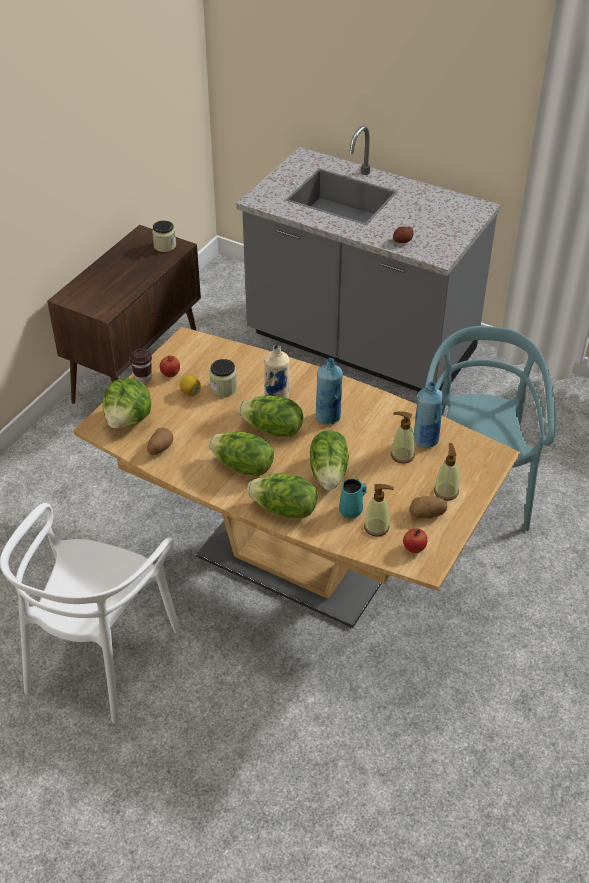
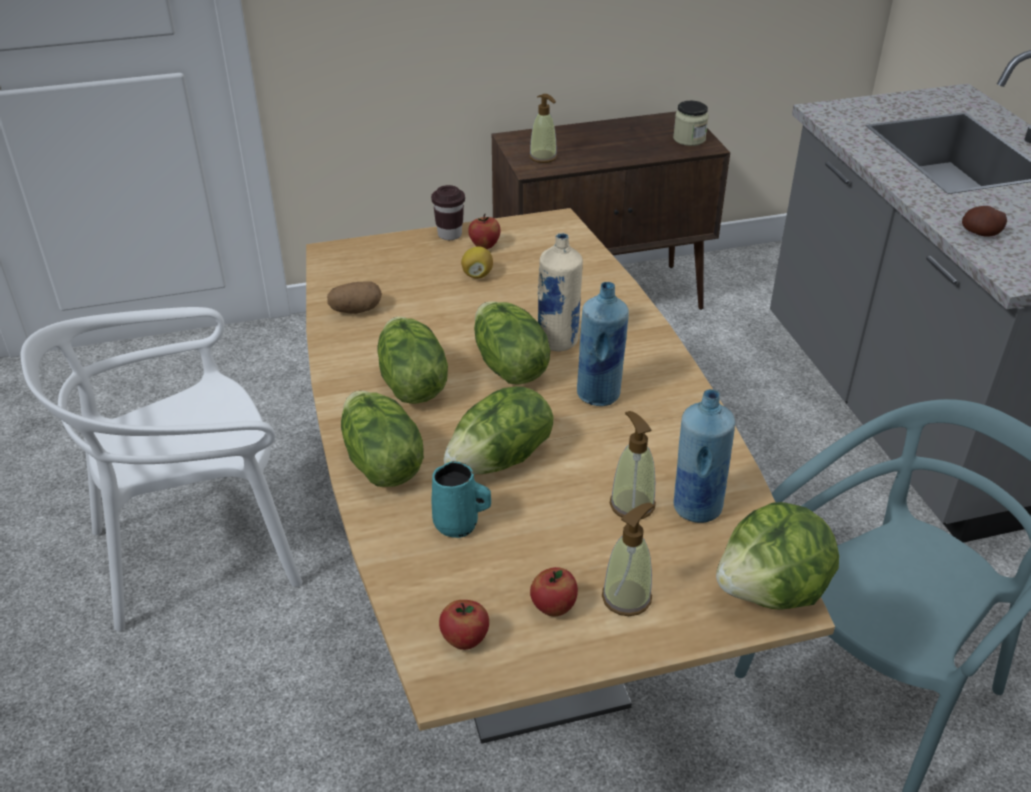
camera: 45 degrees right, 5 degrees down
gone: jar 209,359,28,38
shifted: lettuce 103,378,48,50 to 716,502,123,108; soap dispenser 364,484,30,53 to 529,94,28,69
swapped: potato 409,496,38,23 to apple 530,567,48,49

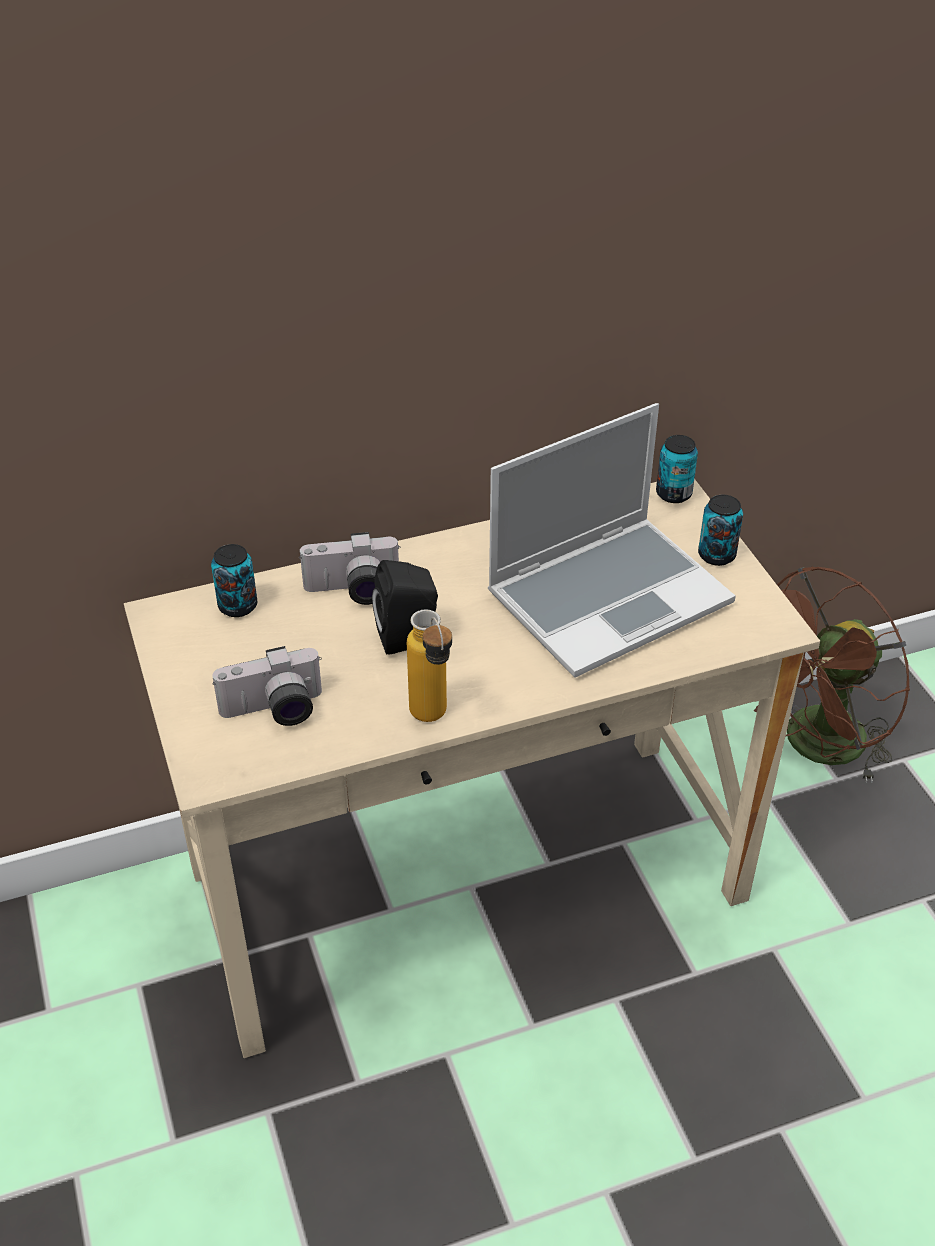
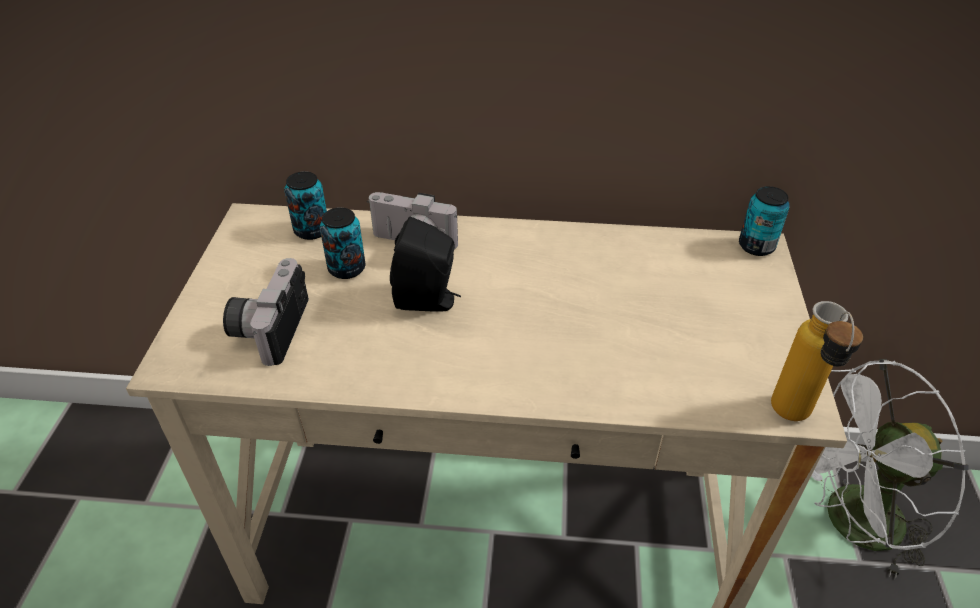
camera: 25 degrees right, 0 degrees up
gone: laptop 488,403,248,275
shifted: can 698,495,45,71 to 320,208,46,71; bottle 407,609,45,113 to 771,301,92,120
repainted: fan in brown 754,566,156,217 to fan in white 811,359,158,220
rotated: photo camera 212,646,110,80 = 223,258,86,108 90 degrees clockwise

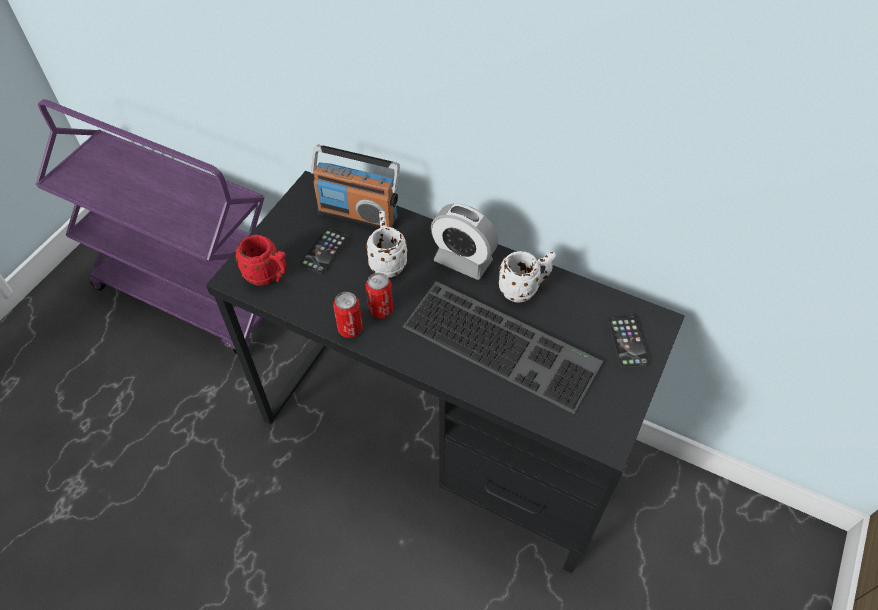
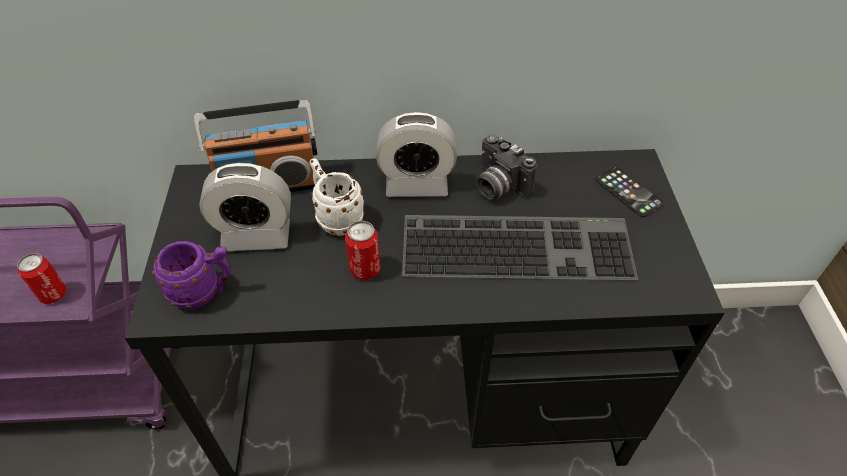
camera: 30 degrees left, 5 degrees down
shifted: can 333,292,30,46 to 17,253,50,51
swapped: phone 300,227,50,47 to alarm clock 199,163,92,88; mug in white 498,251,58,51 to photo camera 477,134,60,65
repainted: mug in red 235,235,52,51 to mug in purple 152,241,78,68

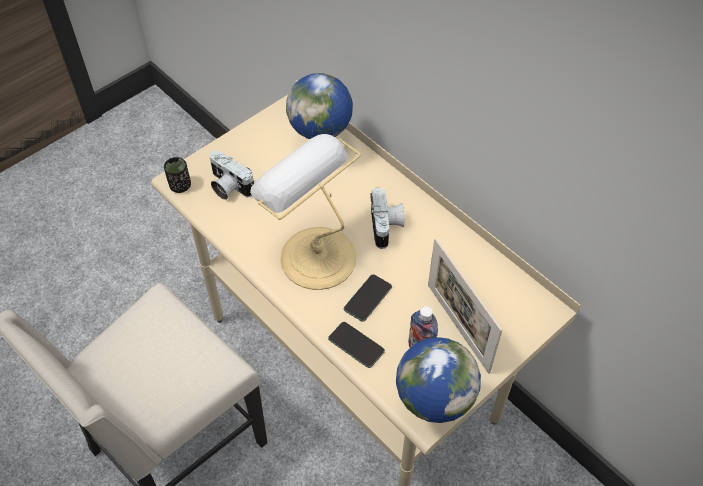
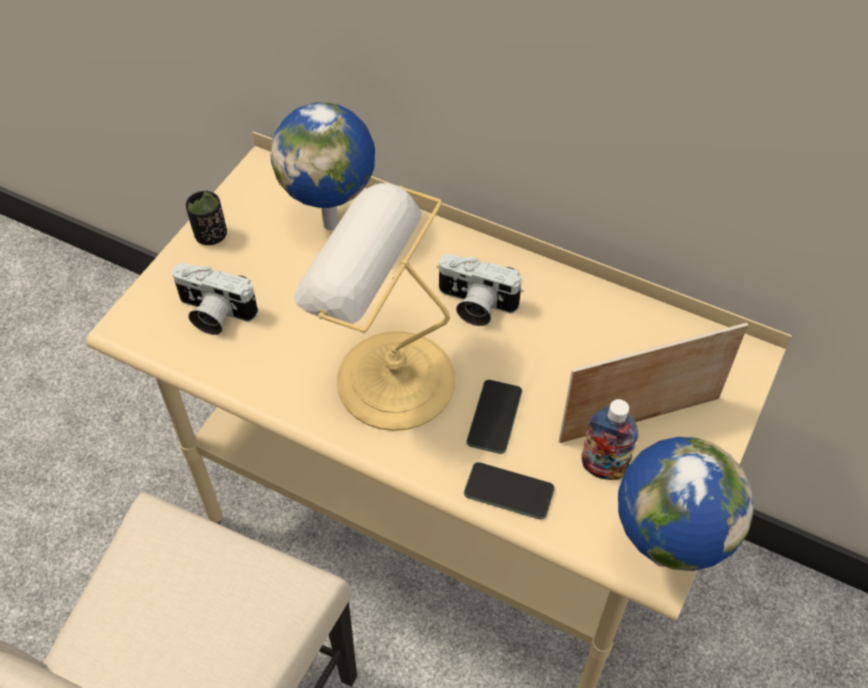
camera: 20 degrees left, 0 degrees up
shifted: cup in black 164,157,27,36 to 186,191,41,54
rotated: photo camera 370,187,34,62 = 437,254,87,72 135 degrees clockwise; picture frame 428,238,74,136 = 559,323,189,120 120 degrees clockwise

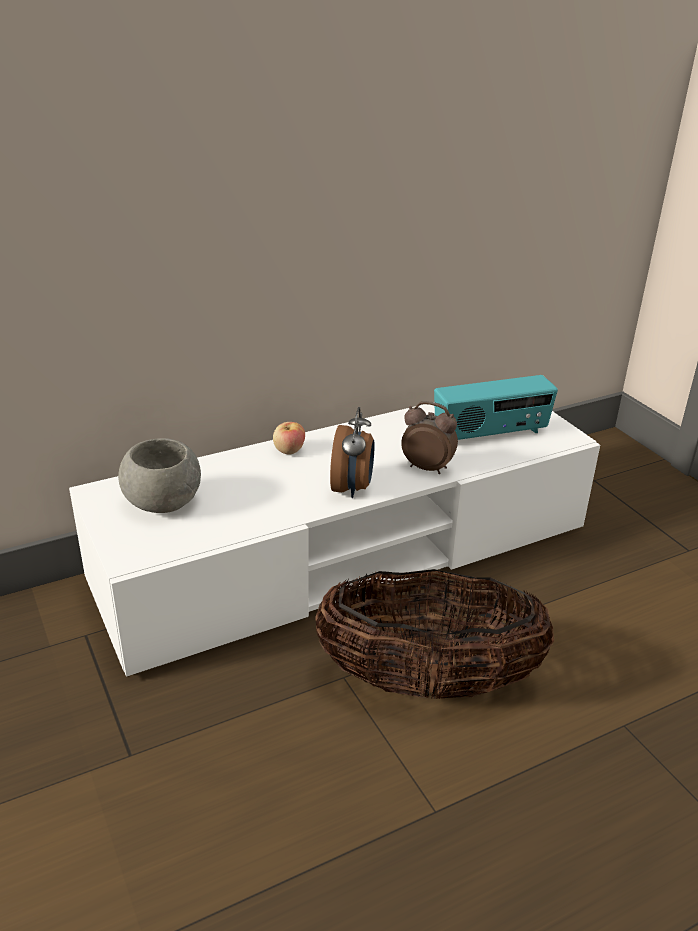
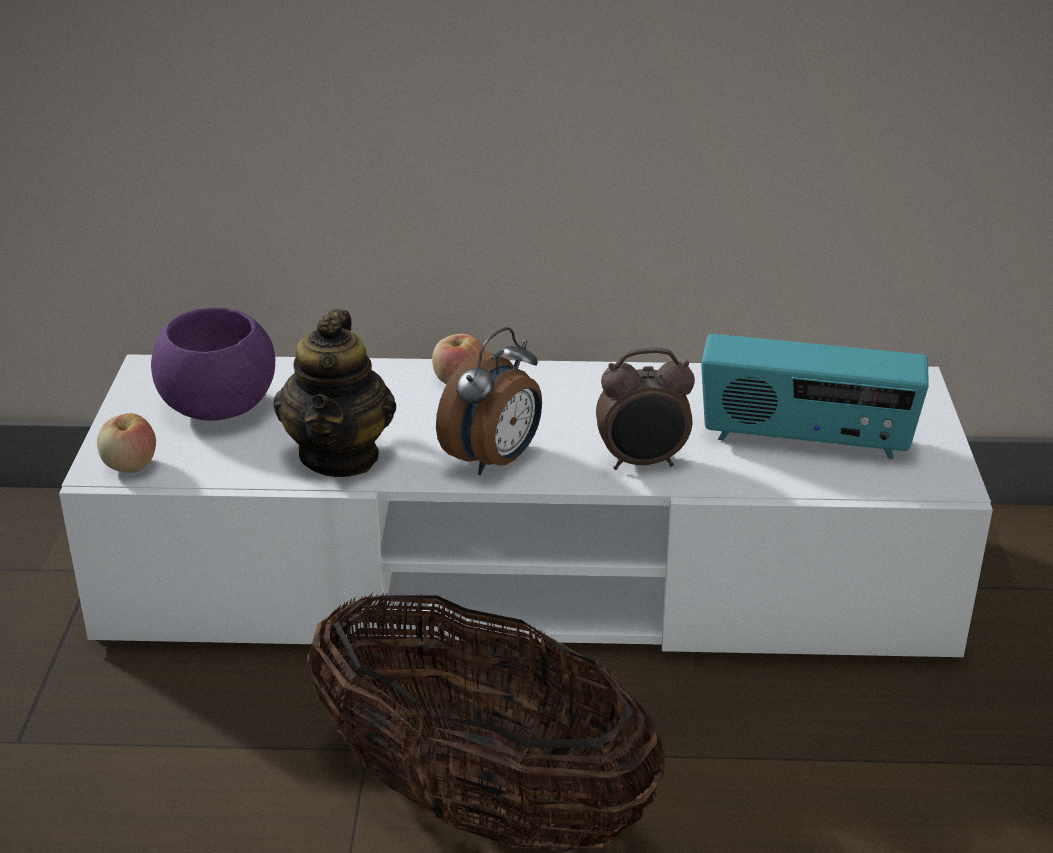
camera: 30 degrees right, 0 degrees up
new: teapot 274,309,122,168; apple 97,413,59,60
repainted: bowl in grey 118,438,83,75 to bowl in purple 151,308,124,113
rotated: alarm clock 401,401,57,73 = 596,348,99,122 120 degrees clockwise

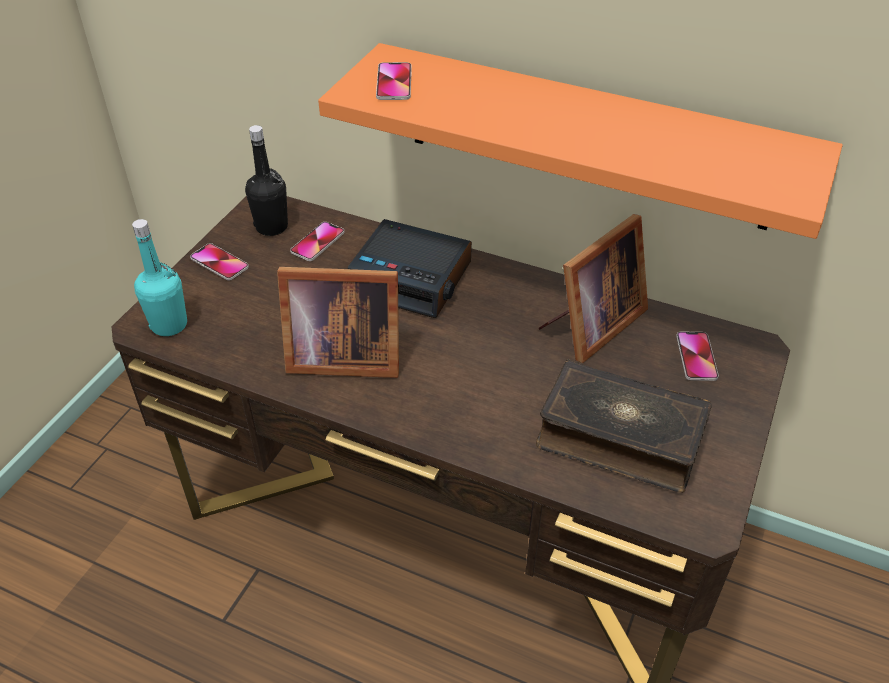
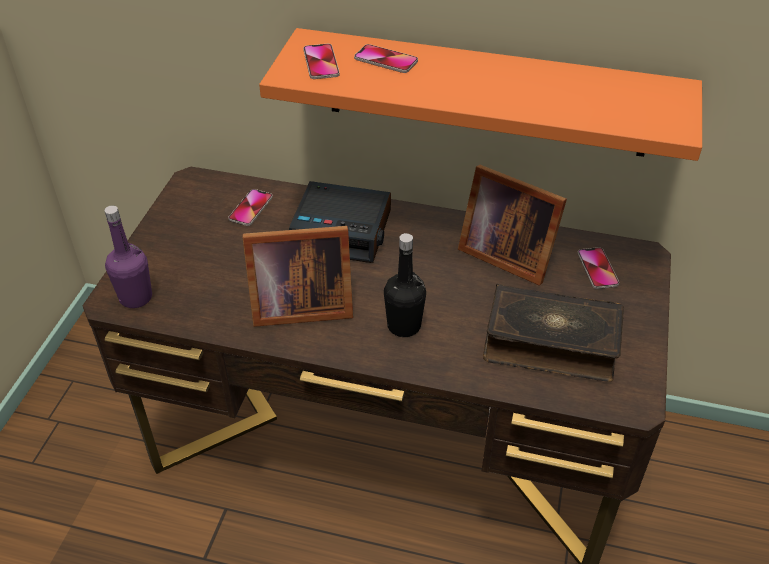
camera: 10 degrees left, 0 degrees up
shifted: bottle in black 245,125,43,111 to 384,233,42,104; phone 190,243,59,38 to 354,44,64,29
repainted: bottle in turquoise 132,219,55,117 to bottle in purple 104,205,48,103
rotated: picture frame 538,214,110,149 = 458,164,109,122 90 degrees clockwise

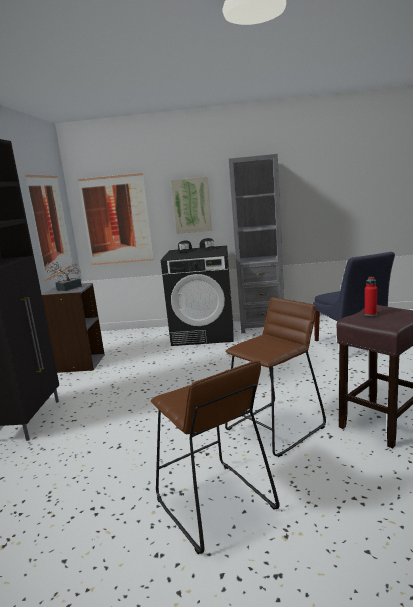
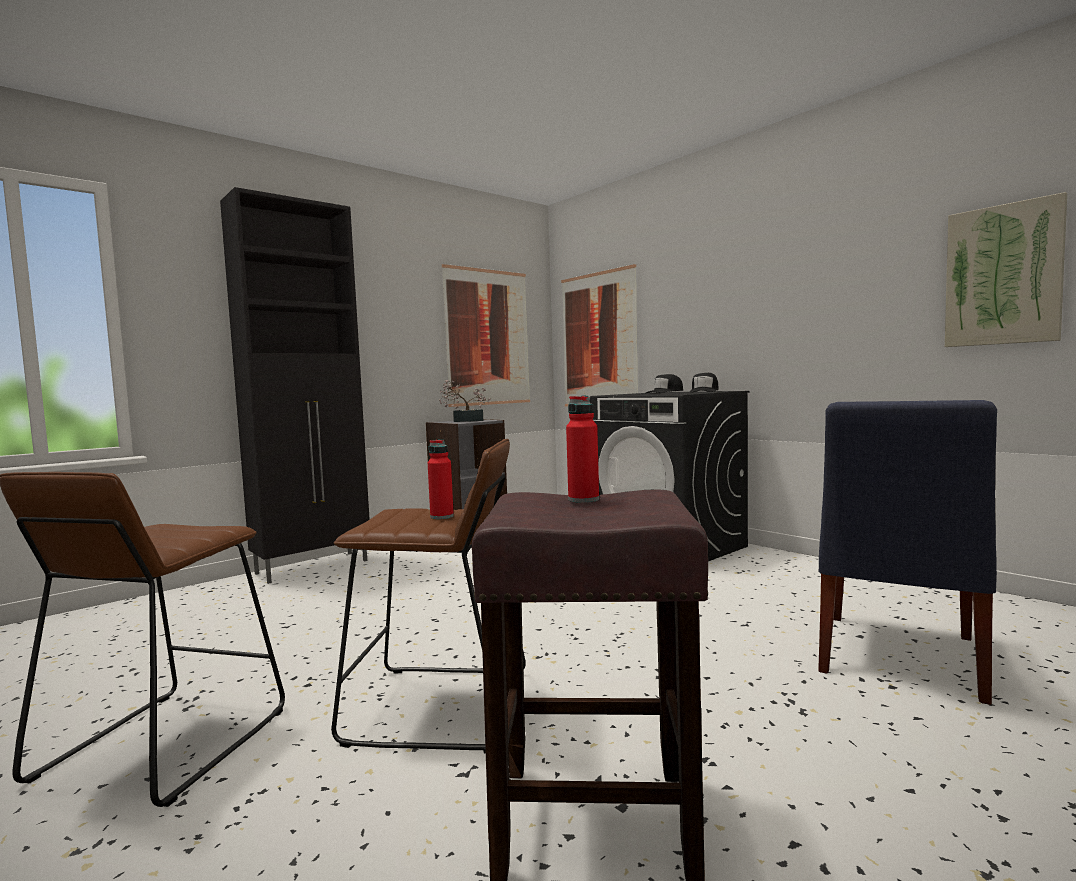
camera: 45 degrees right, 10 degrees down
gone: bookcase in grey 229,154,55,179
new: bottle in red 428,439,26,80
shifted: picture 171,177,41,57 to 945,192,122,155

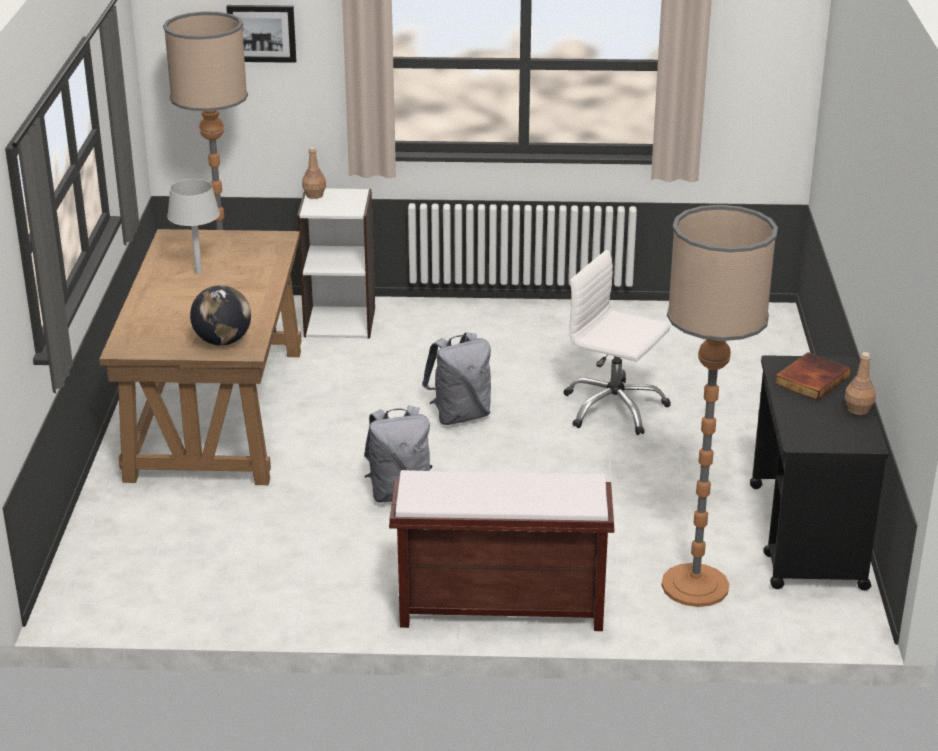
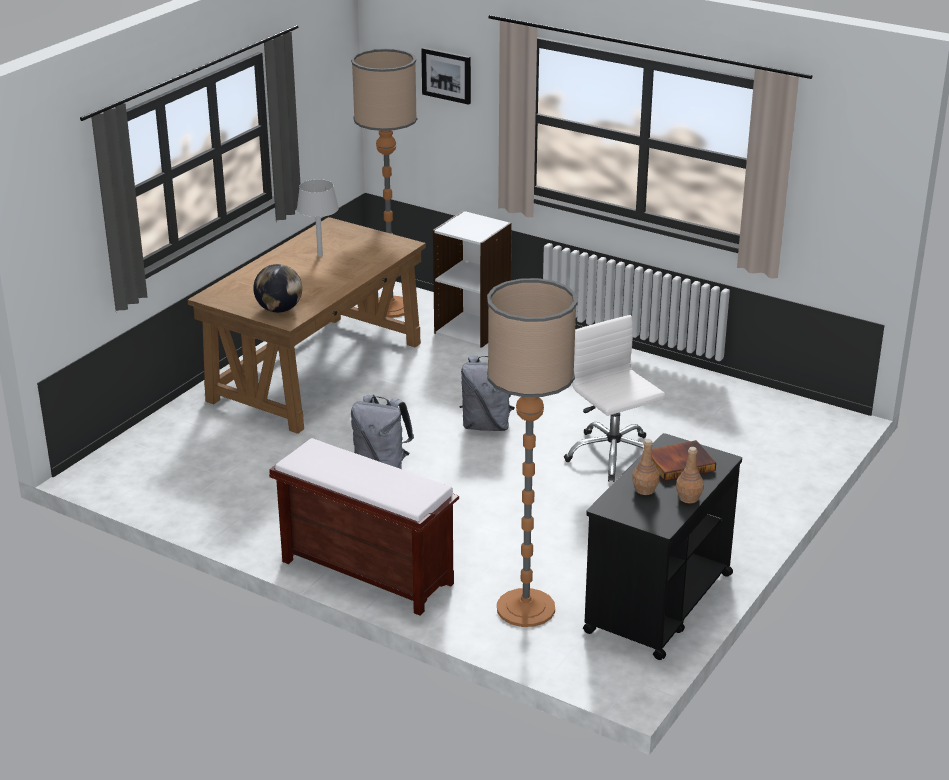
camera: 30 degrees right, 0 degrees up
shifted: bottle in brown 302,147,24,52 to 632,439,28,56

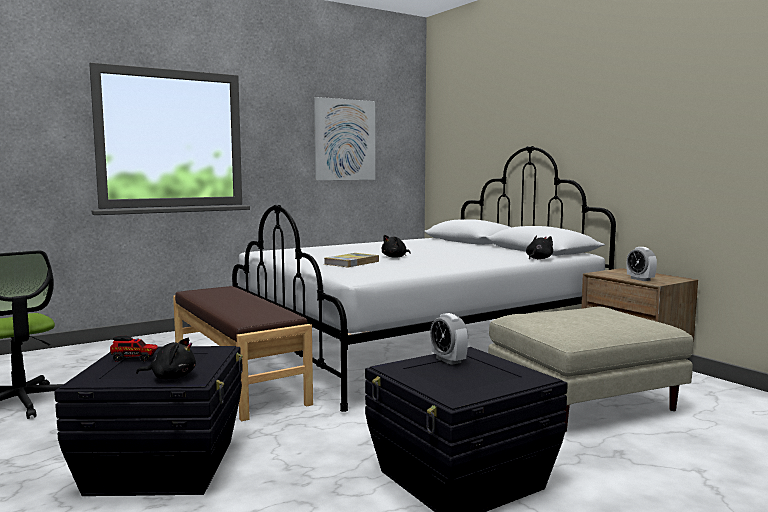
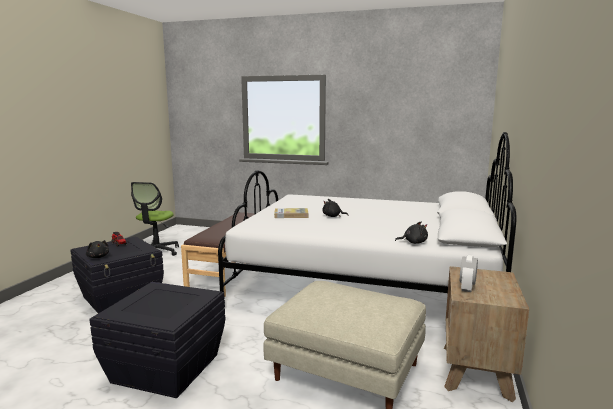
camera: 50 degrees right, 5 degrees up
gone: picture 314,97,61,83; alarm clock 430,313,38,52

